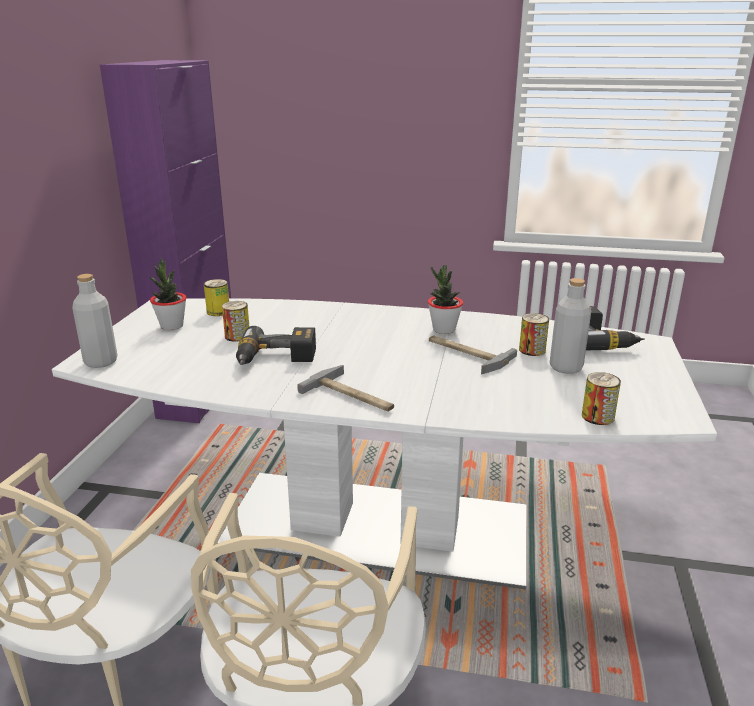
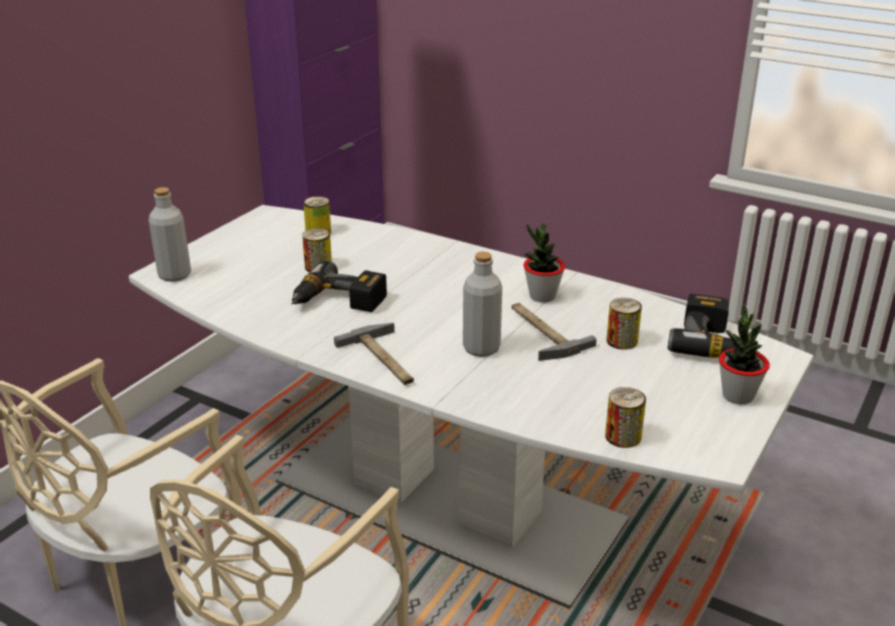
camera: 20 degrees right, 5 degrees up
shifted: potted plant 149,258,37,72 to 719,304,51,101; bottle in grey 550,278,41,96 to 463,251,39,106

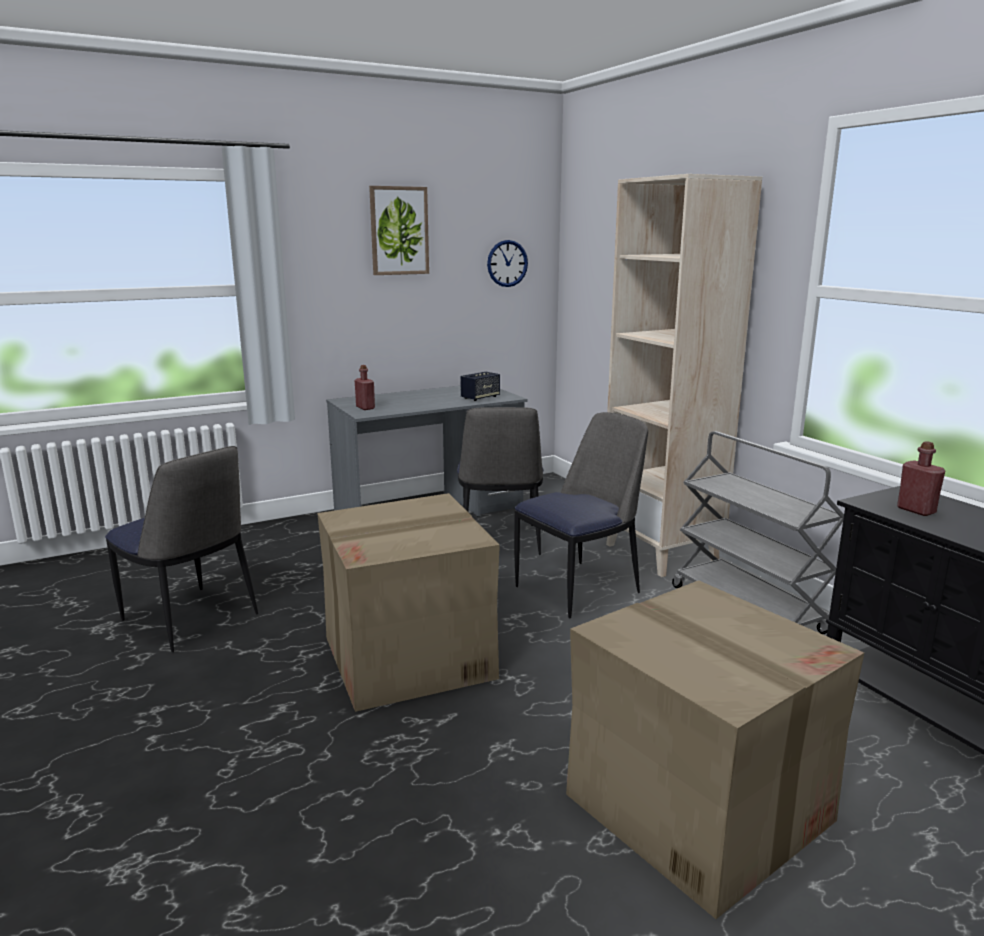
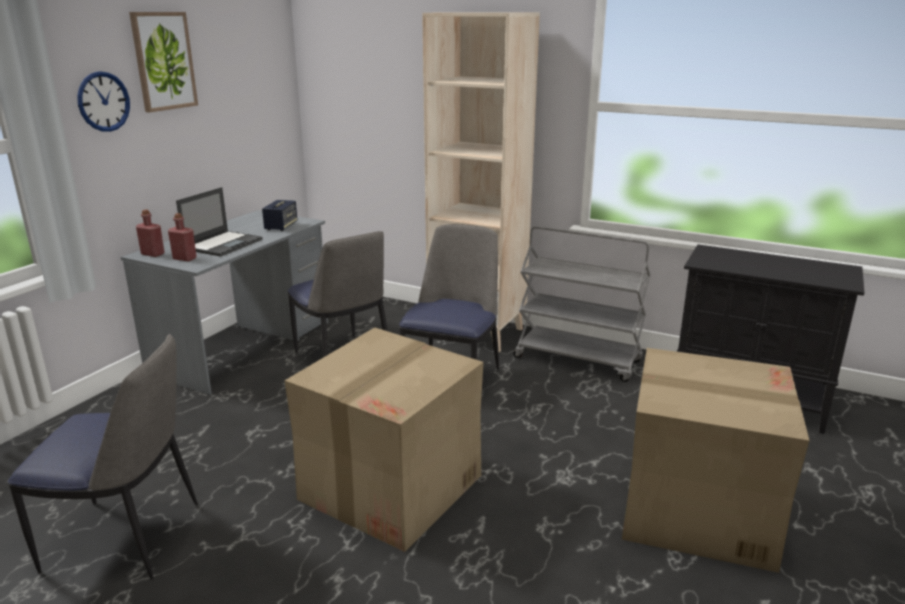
camera: 35 degrees left, 5 degrees up
new: laptop 176,187,87,70
shifted: wall clock 487,240,41,47 to 77,71,53,61; bottle in red 897,441,48,75 to 136,209,29,48

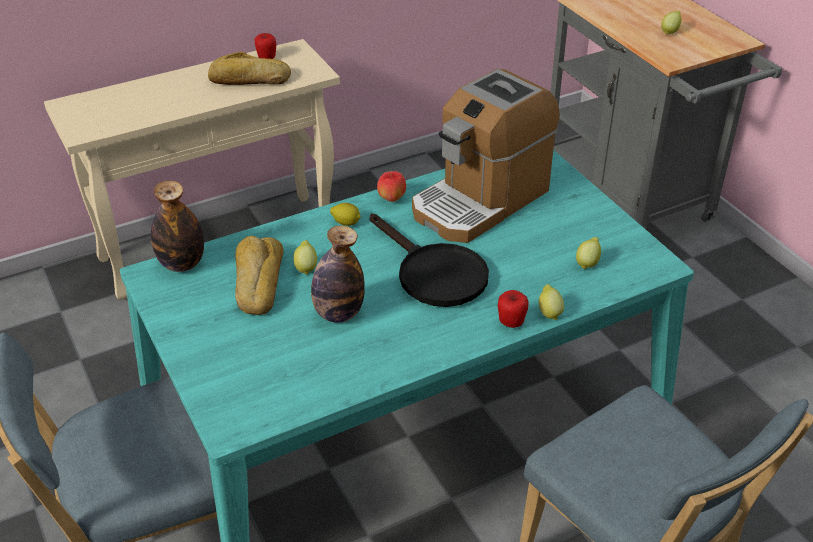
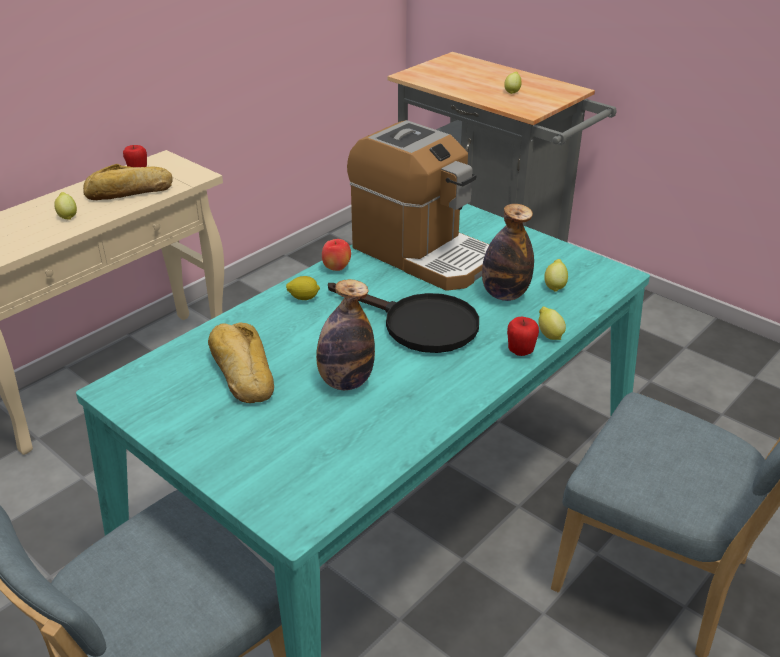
camera: 20 degrees left, 5 degrees down
shifted: bottle 151,180,53,92 to 482,204,52,97; lemon 293,240,24,35 to 54,192,23,28
rotated: coffee machine 412,69,148,174 = 347,120,142,171 75 degrees counterclockwise

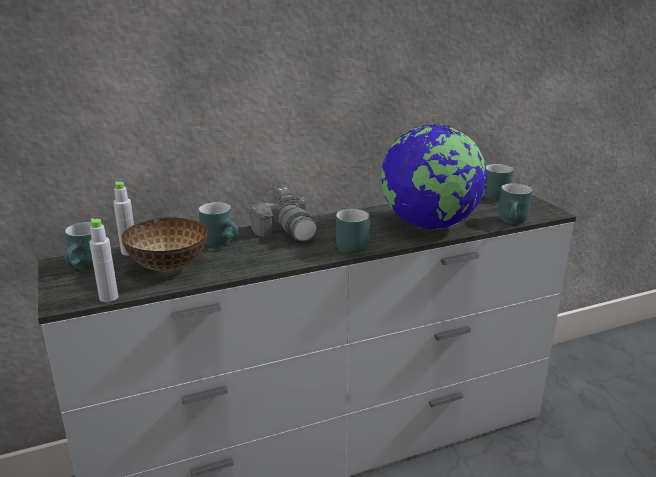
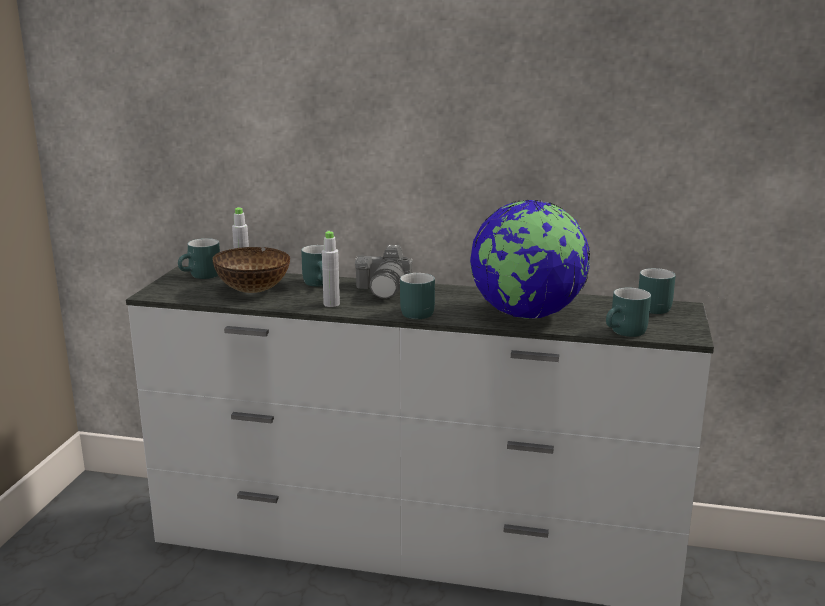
camera: 35 degrees right, 5 degrees down
shifted: bottle in grey 89,218,29,84 to 322,231,18,76

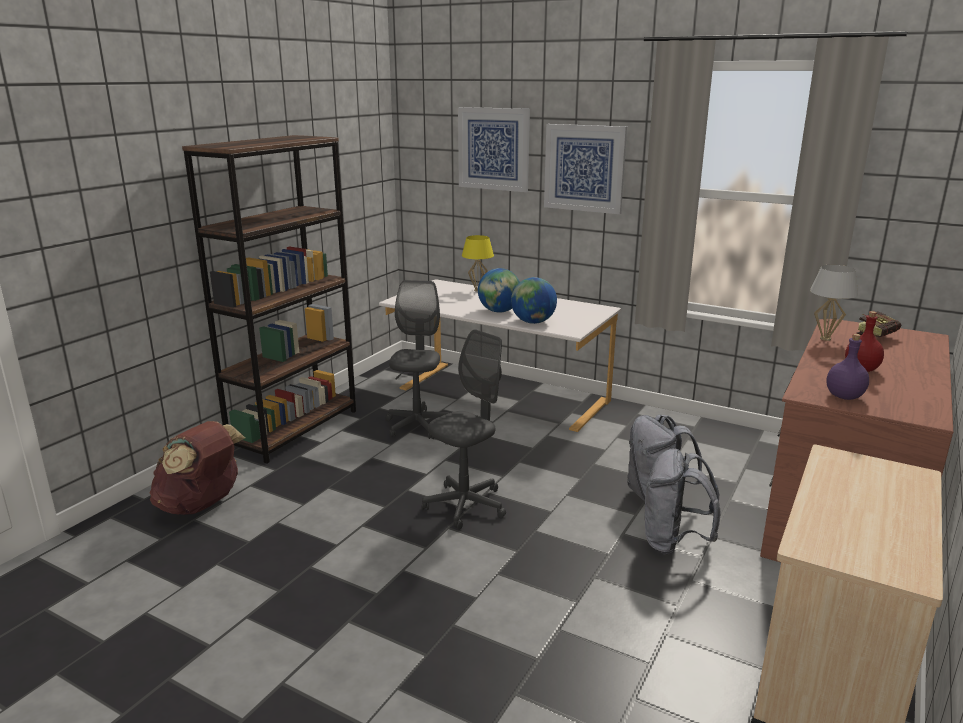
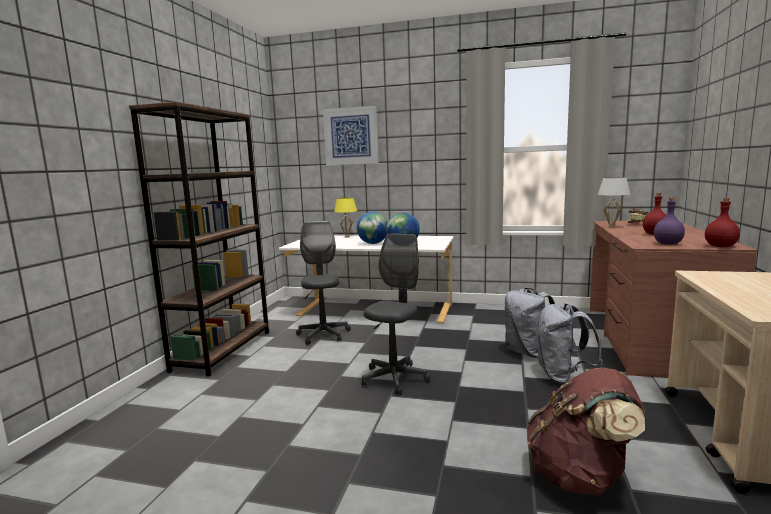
camera: 15 degrees left, 10 degrees down
gone: picture 544,124,83,90
new: bottle in red 705,198,35,49
shifted: backpack in brown 149,421,96,94 to 527,368,118,127

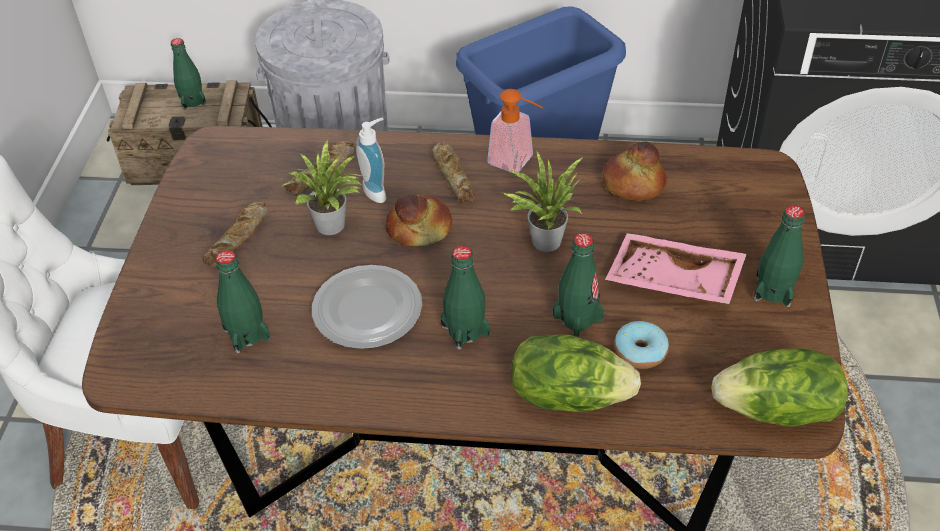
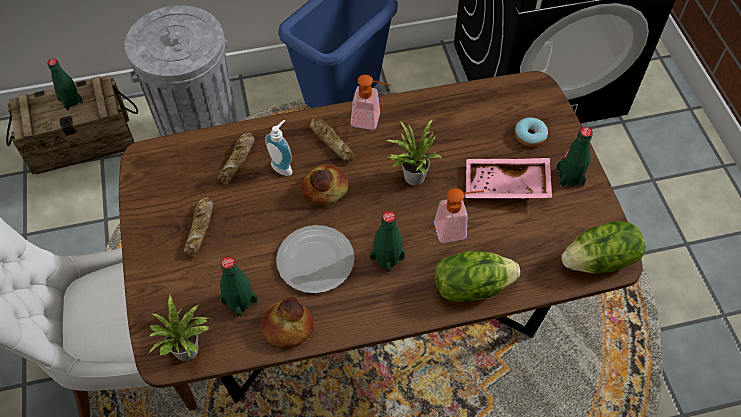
camera: 20 degrees left, 10 degrees up
shifted: potted plant 282,141,84,94 to 148,295,63,66; bread 602,141,65,60 to 261,297,53,51; donut 614,321,55,48 to 515,118,33,29
swapped: bottle in green 553,233,51,104 to soap dispenser 434,188,50,55

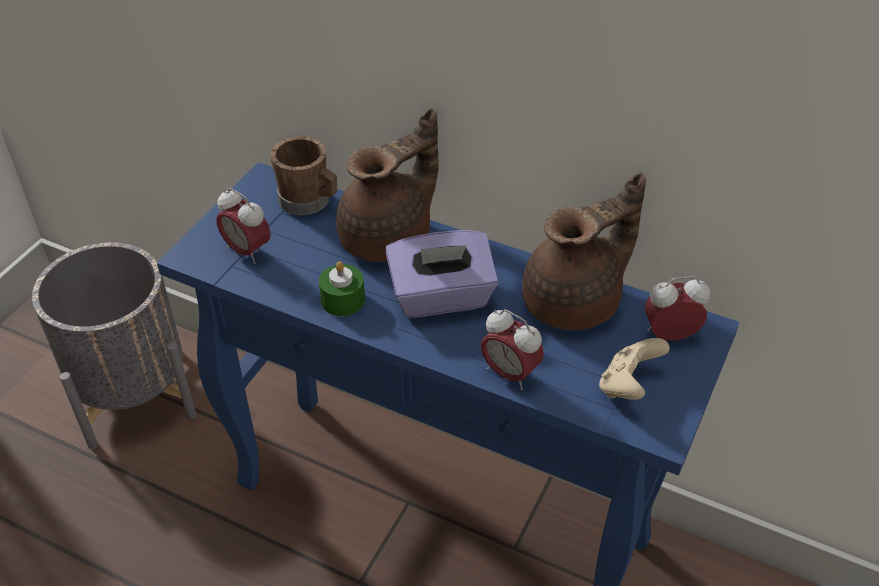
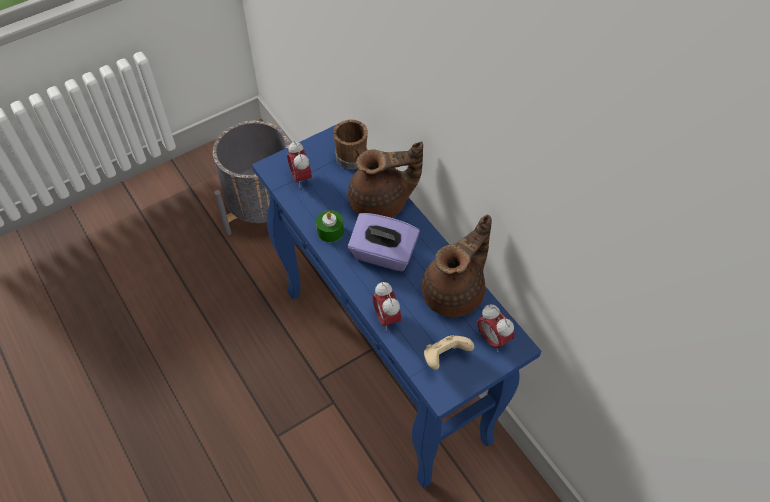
camera: 30 degrees right, 10 degrees up
rotated: teapot in brown 522,172,124,158 = 422,214,70,103 45 degrees counterclockwise; alarm clock 645,276,65,65 = 478,304,36,48 150 degrees counterclockwise

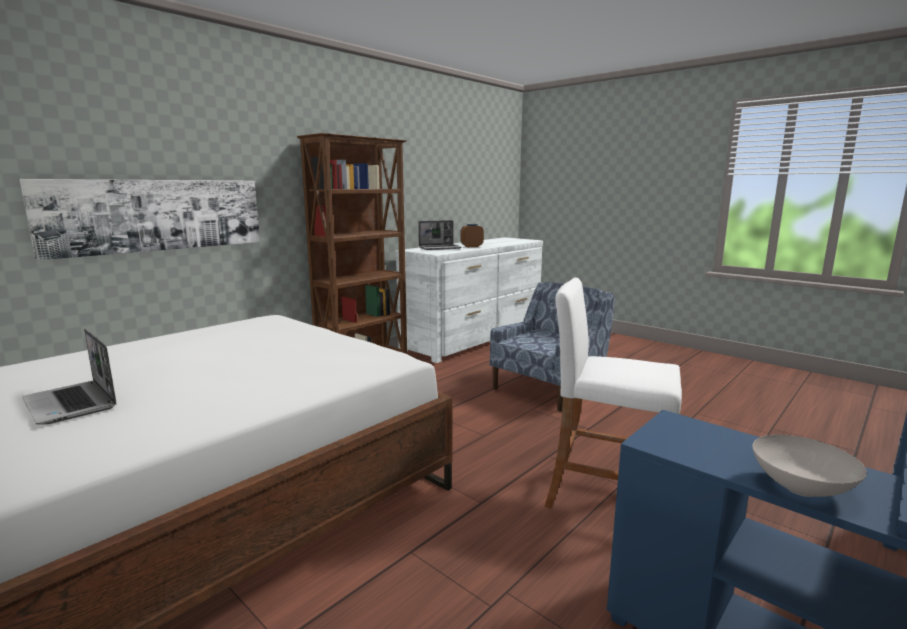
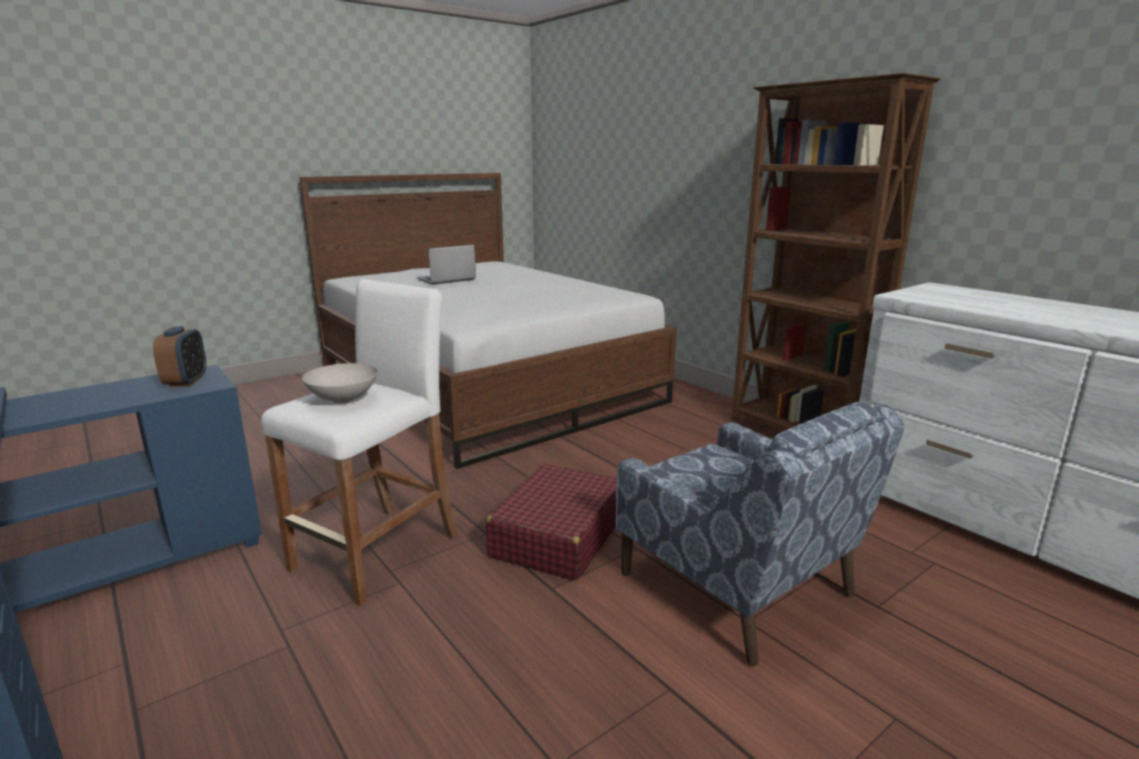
camera: 100 degrees right, 5 degrees up
gone: picture 20,179,240,81; laptop 418,220,44,30
new: suitcase in red 486,464,131,117
shifted: alarm clock 460,224,24,23 to 153,326,53,61; bowl in white 752,435,115,62 to 302,363,76,41

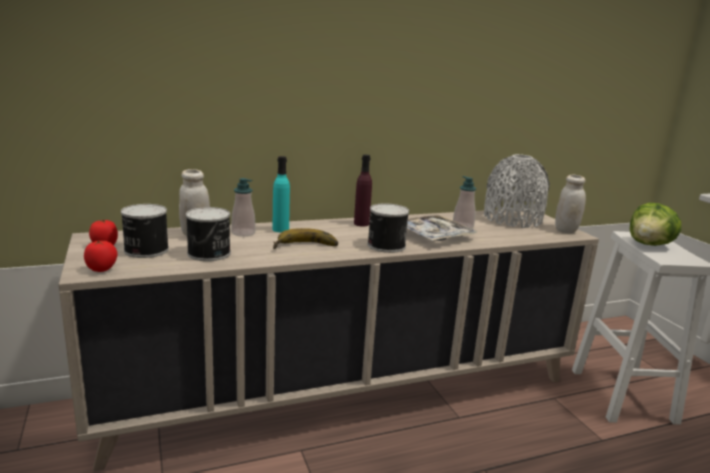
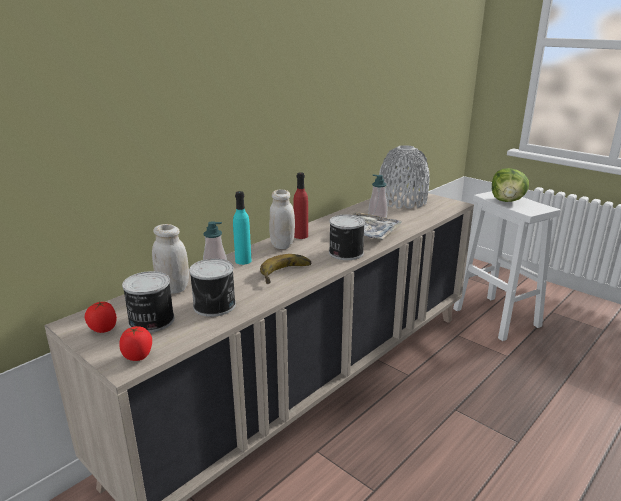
camera: 25 degrees left, 5 degrees up
shifted: jar in white 555,175,31,59 to 269,189,26,60
repainted: bottle in purple 354,155,18,72 to bottle in red 293,172,15,67

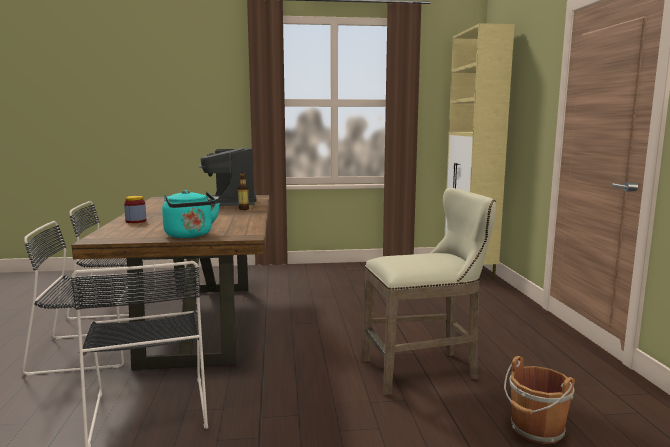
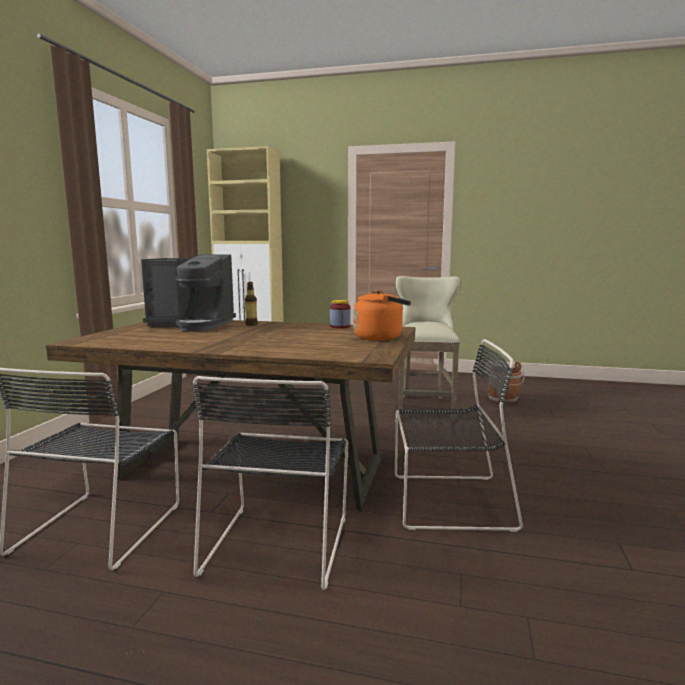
camera: 70 degrees left, 0 degrees up
shifted: jar 124,196,22,27 to 330,300,21,29
repainted: kettle in turquoise 162,190,58,48 to kettle in orange 353,290,58,51

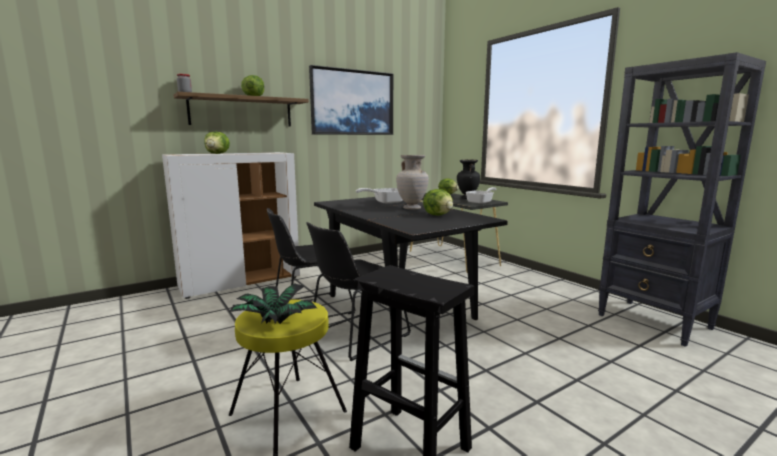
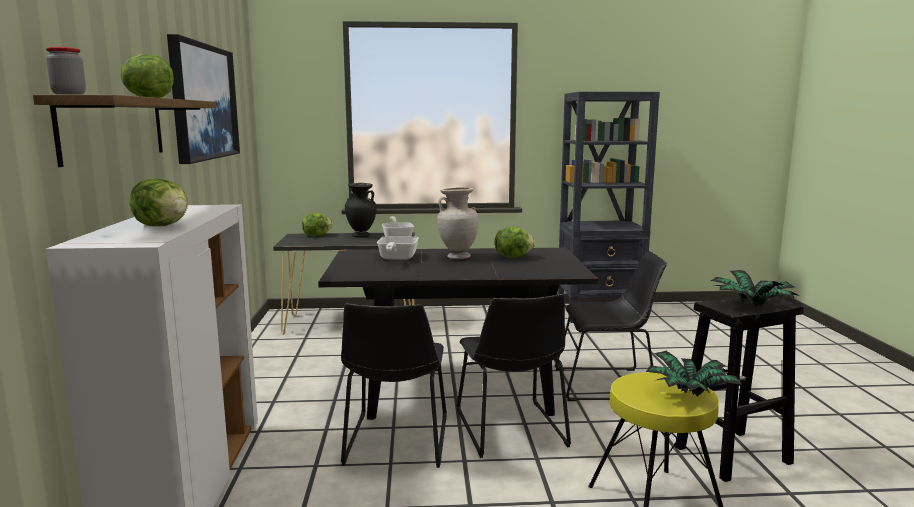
camera: 60 degrees left, 0 degrees up
new: chair in black 555,251,112,150; potted plant 711,270,88,37

